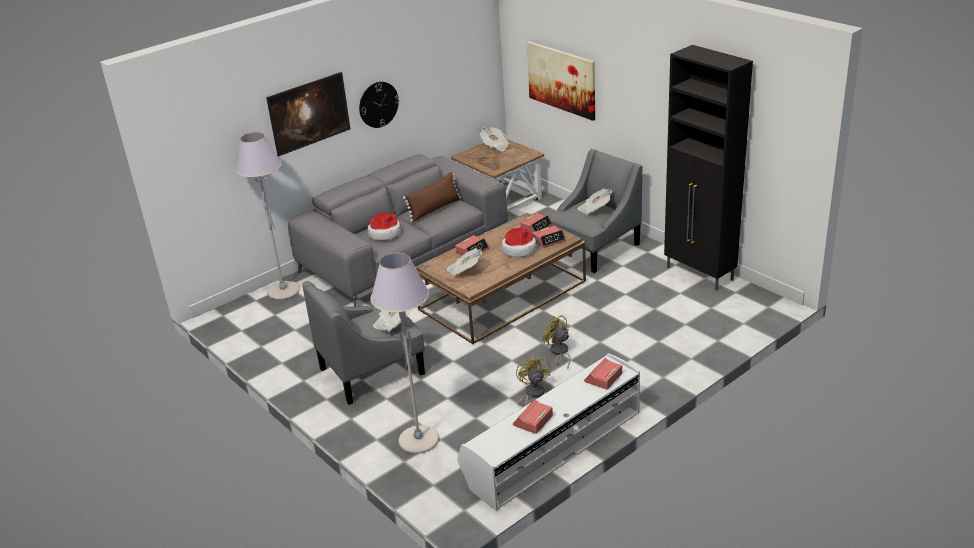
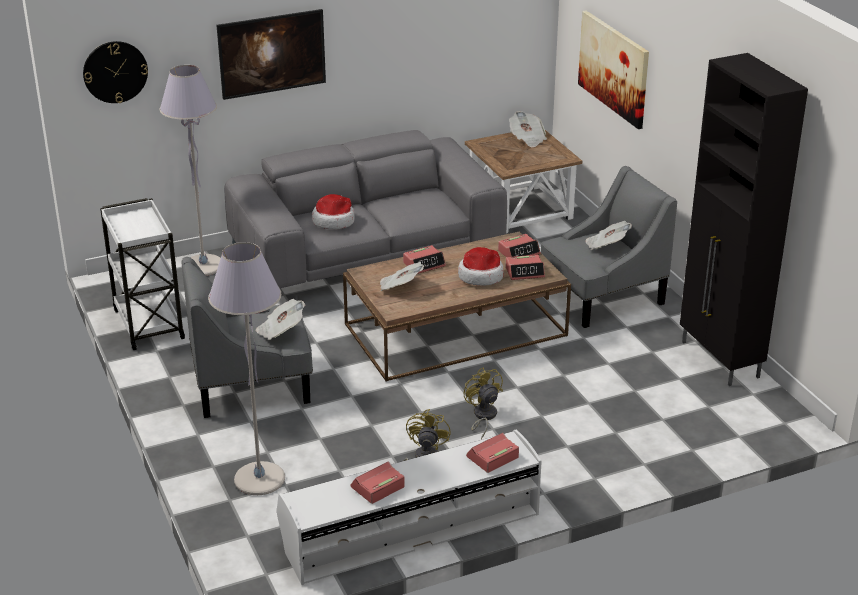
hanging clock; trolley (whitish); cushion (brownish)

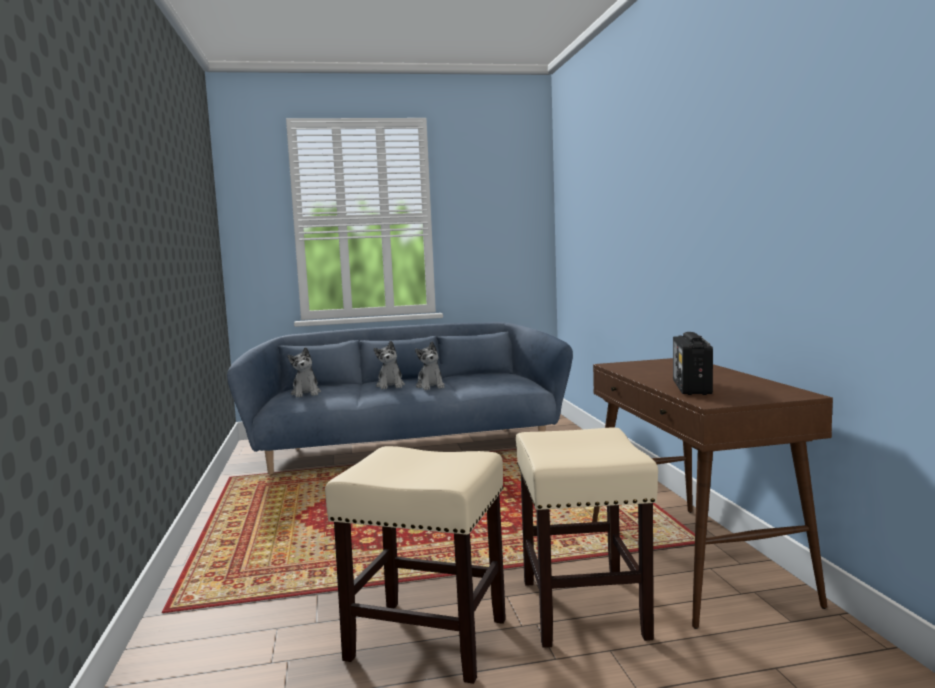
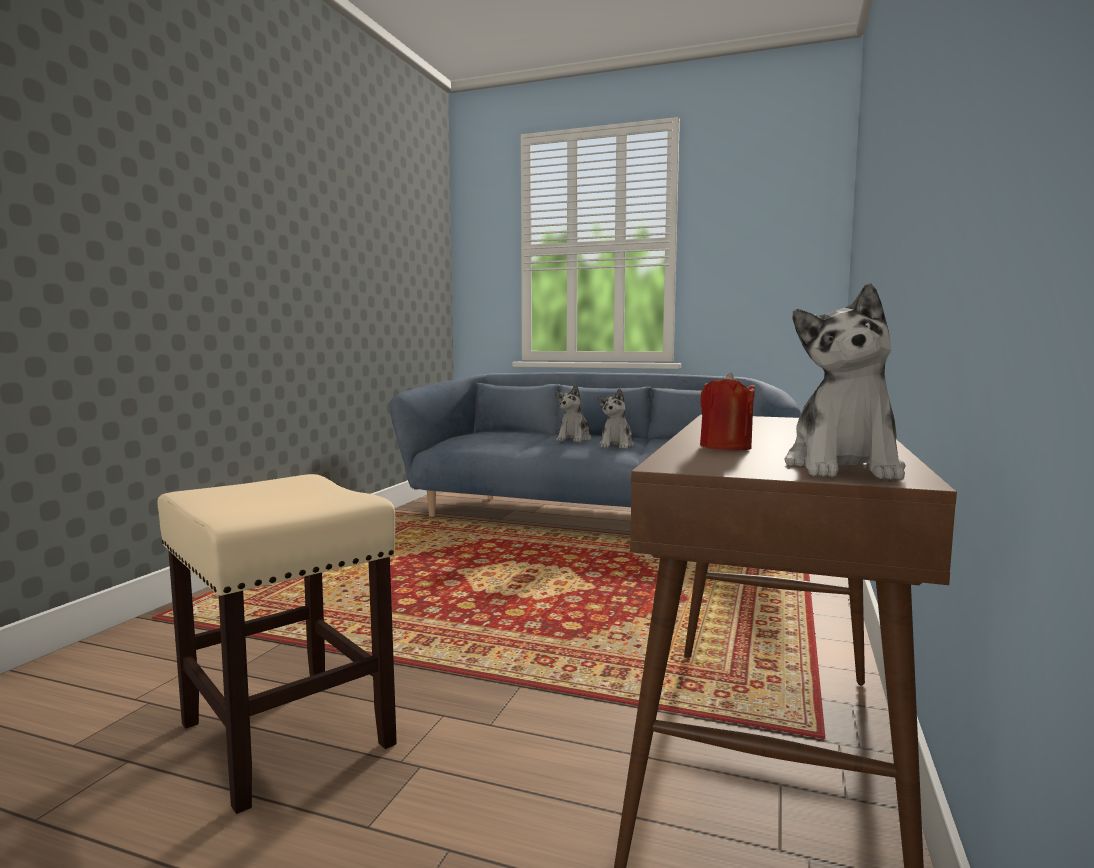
wax light (red-coloured); soft toy (no. 3 from left); sitting stool (beige) (no. 2 from left in the first image)

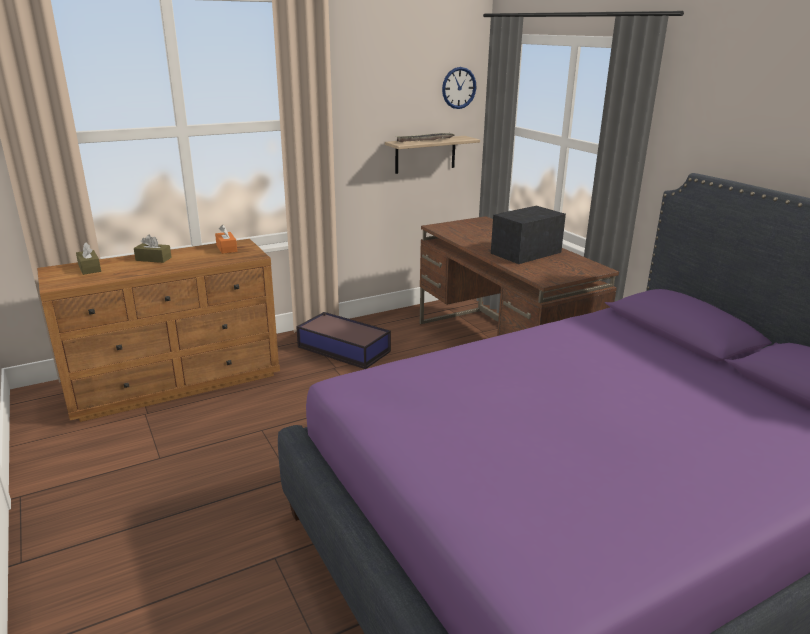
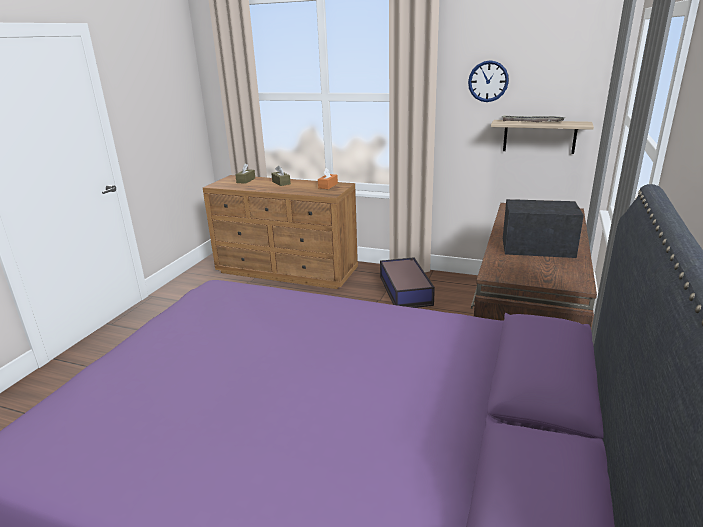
hanging clock

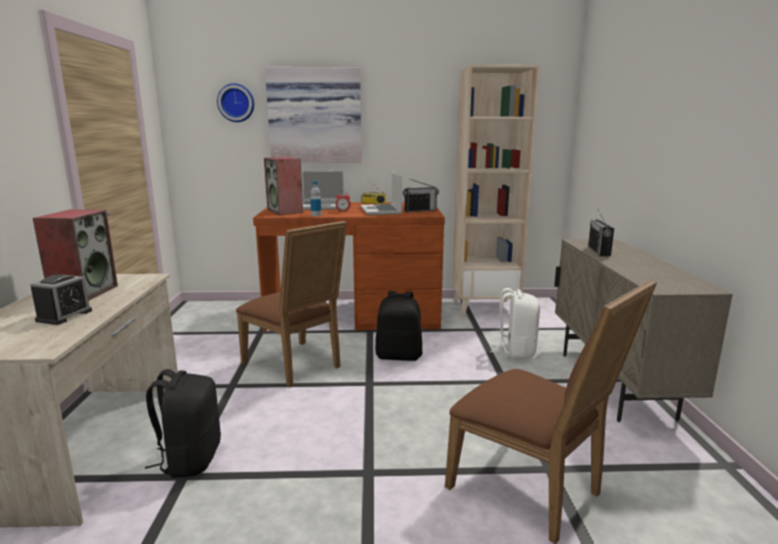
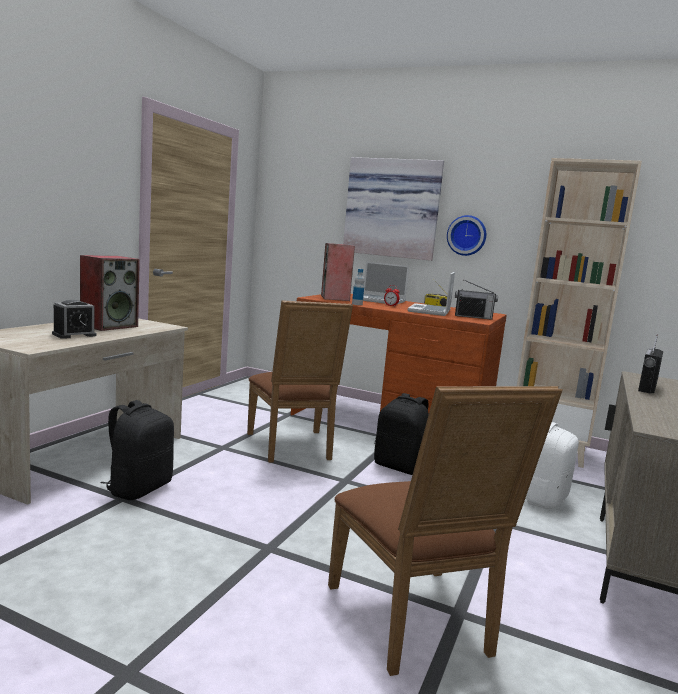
hanging clock

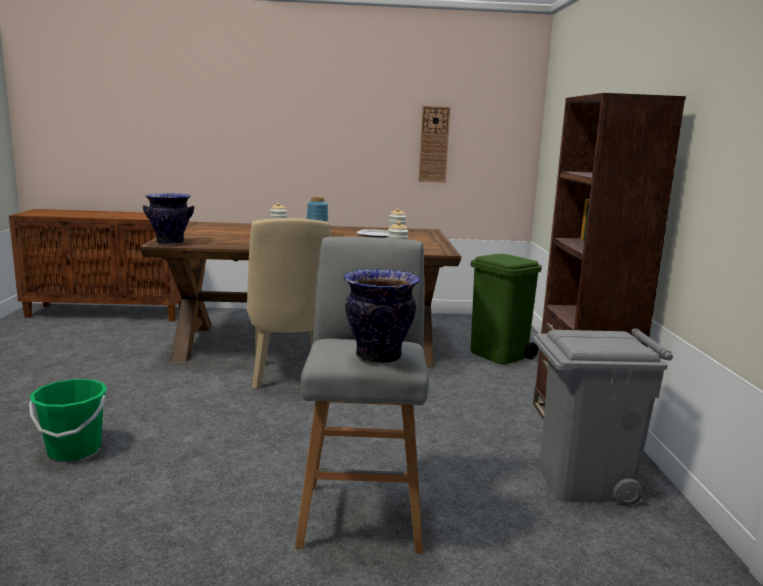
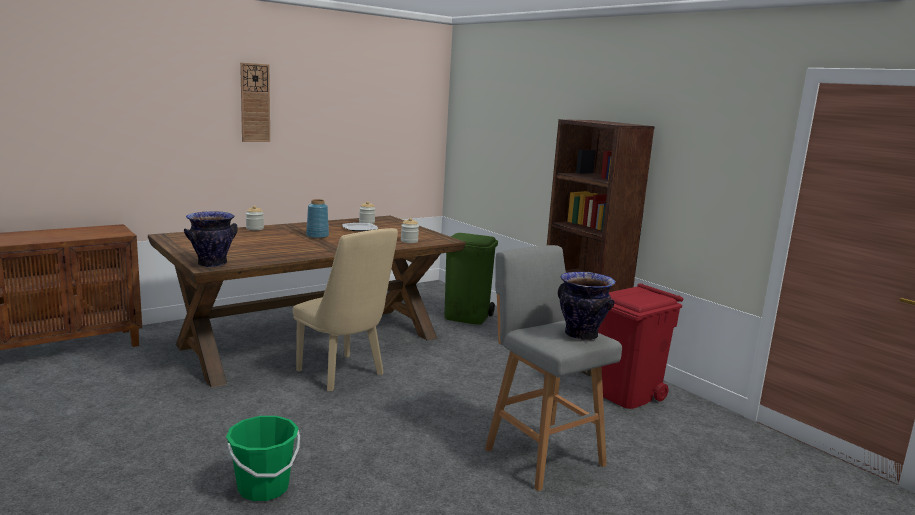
hanging clock; rubbish bin (red-coloured)

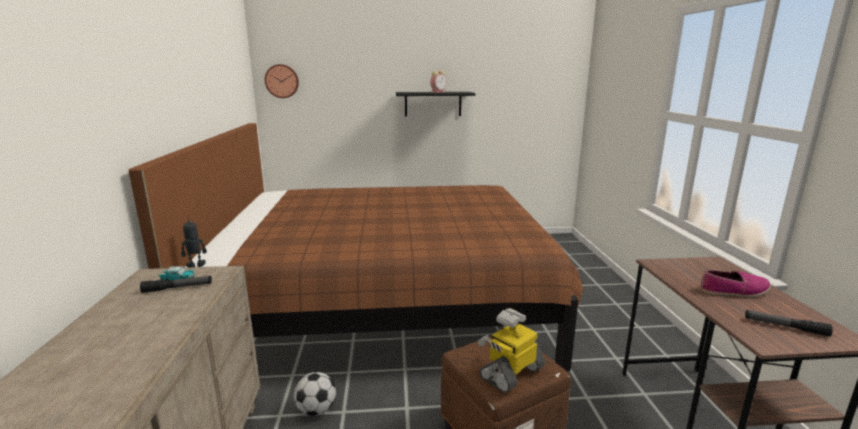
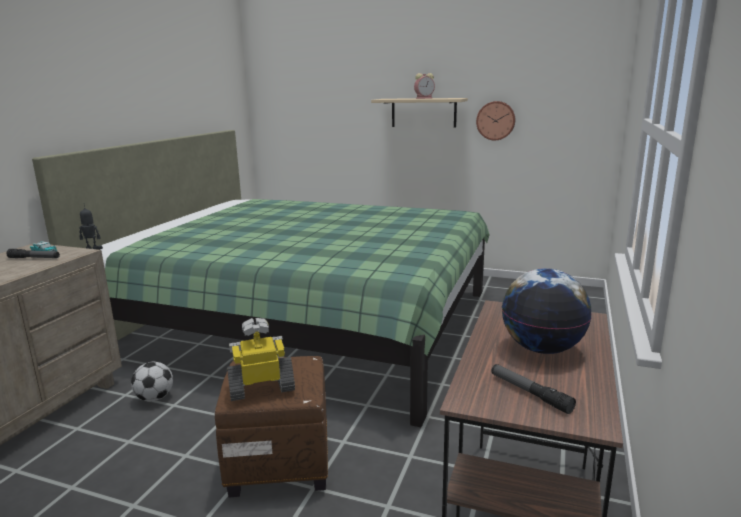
bed (greenish); shelf (beige); hanging clock; desk globe

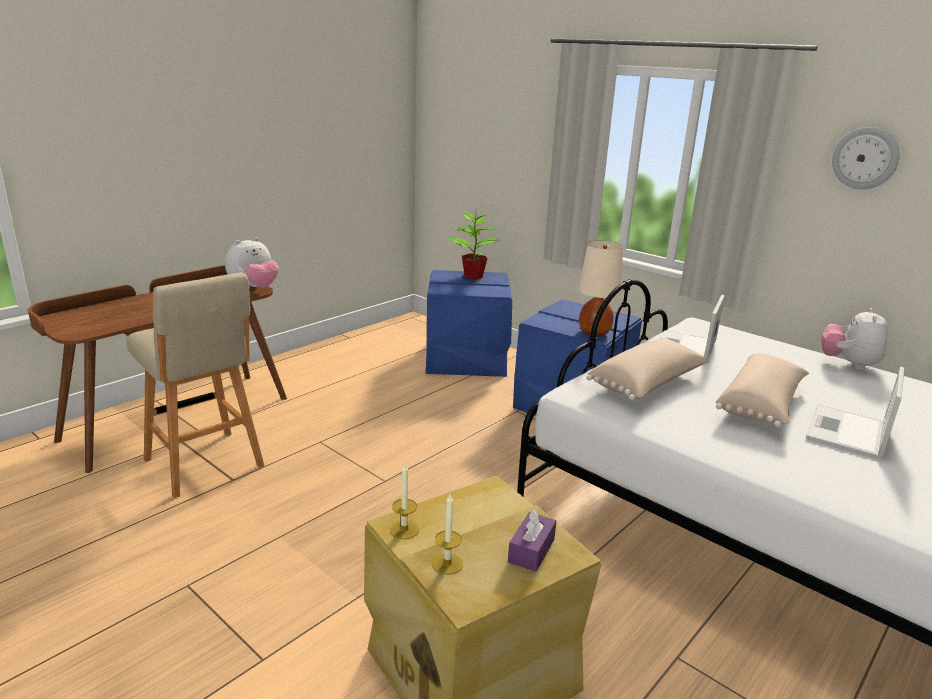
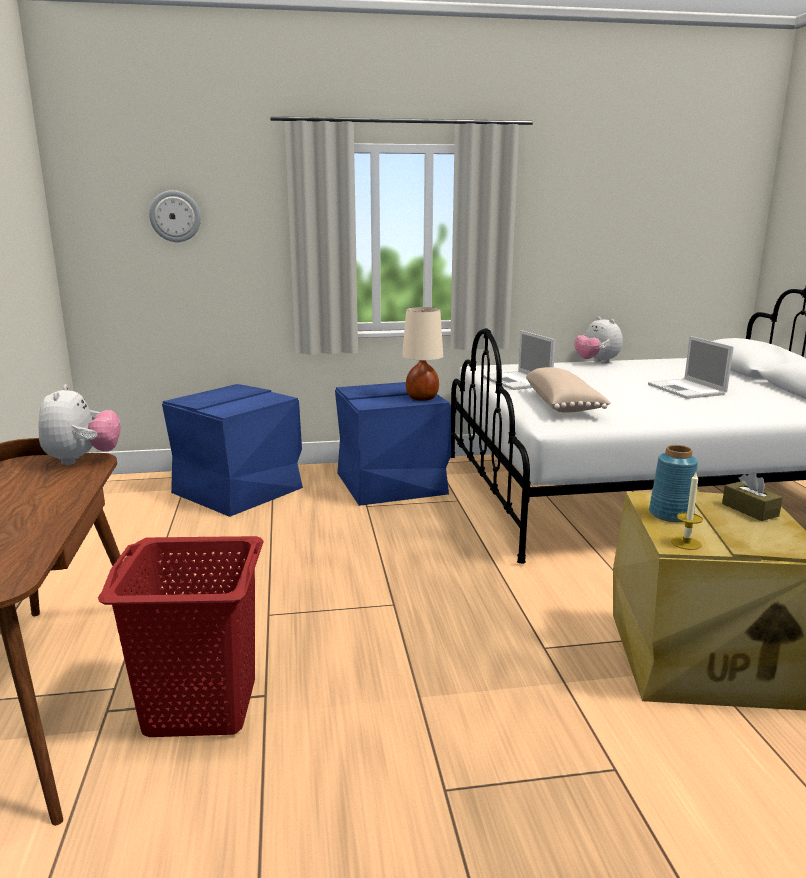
laundry basket (red-coloured); hanging clock; decorative vase (blue); box of tissues (brownish); wax light (no. 2 from left in the first image); potted plant; cushion (beige) (no. 2 from left in the first image)

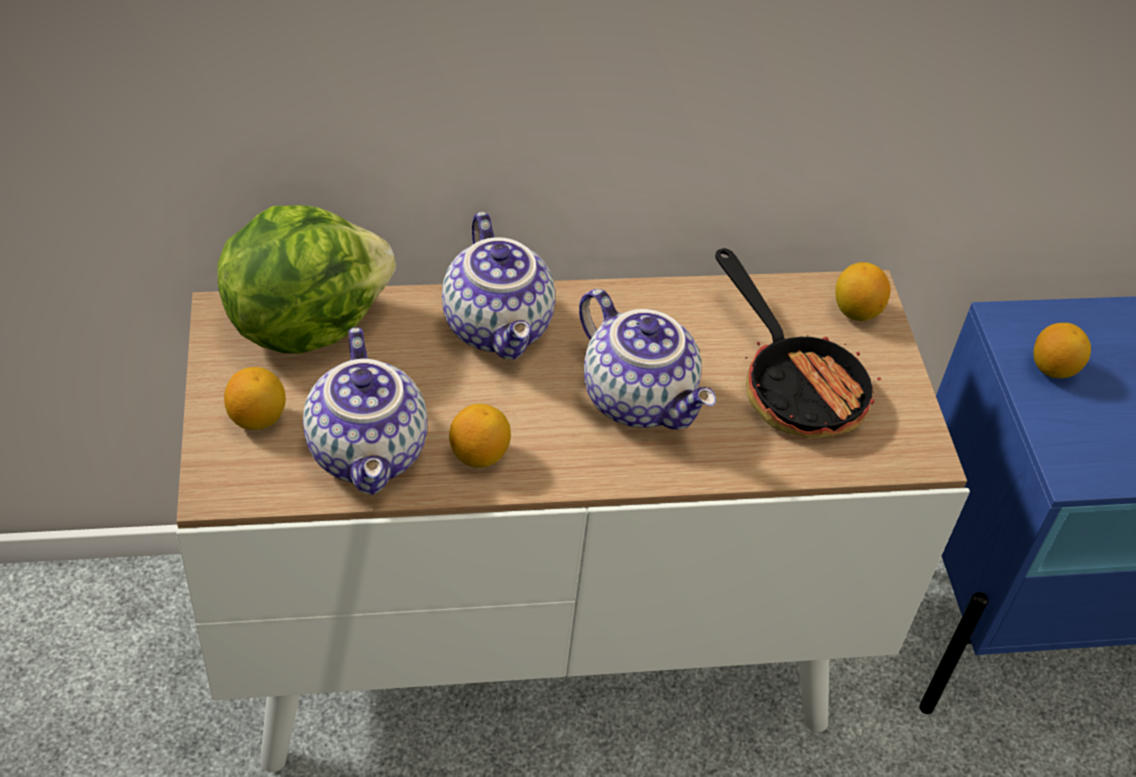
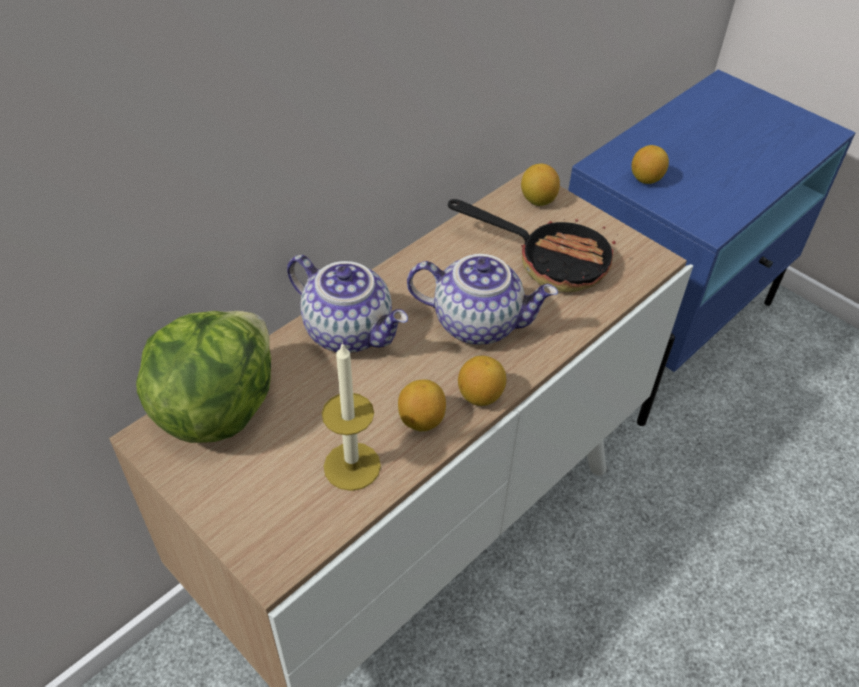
wax light; citrus fruit (no. 2 from left)

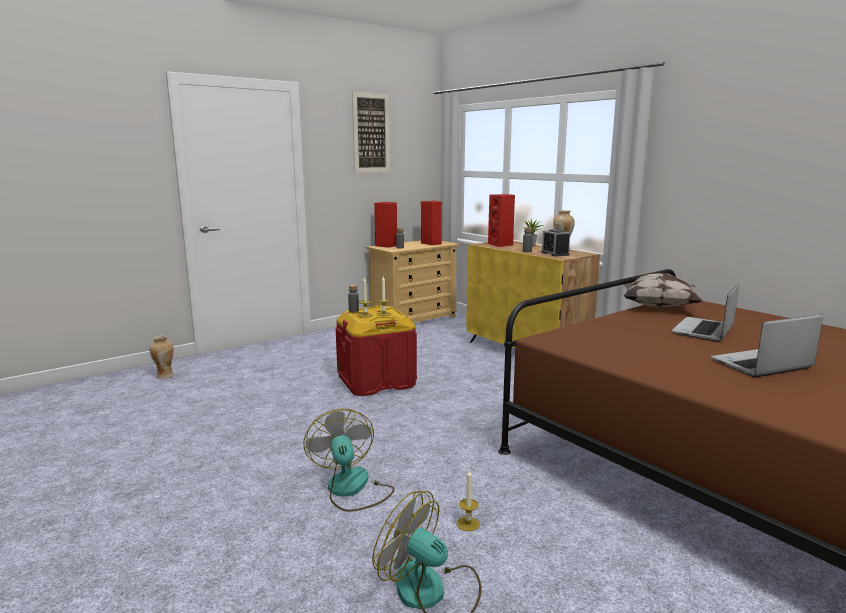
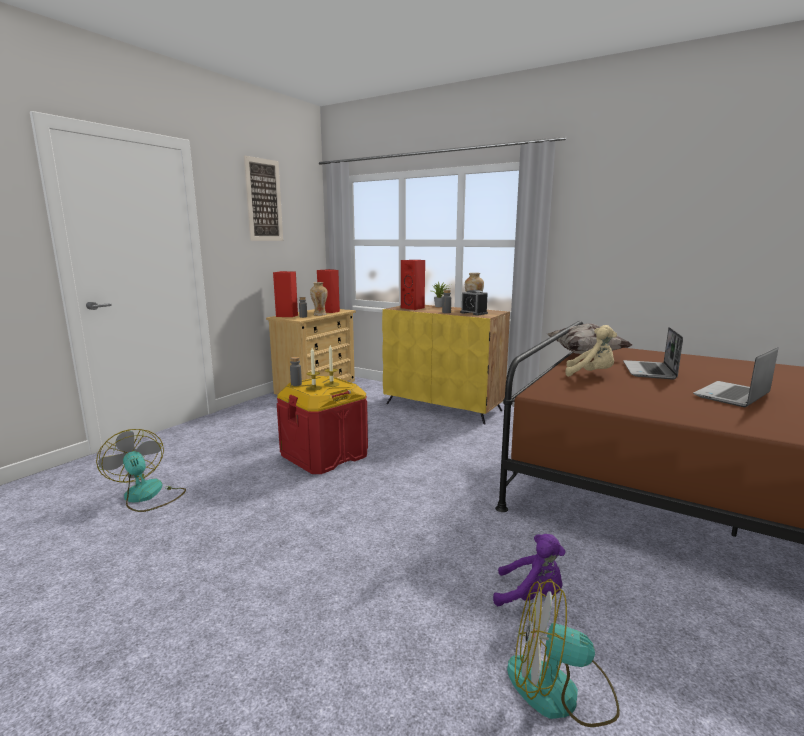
electric fan (no. 1 from left); decorative vase (no. 1 from left); soft toy (purplish); soft toy (beige)

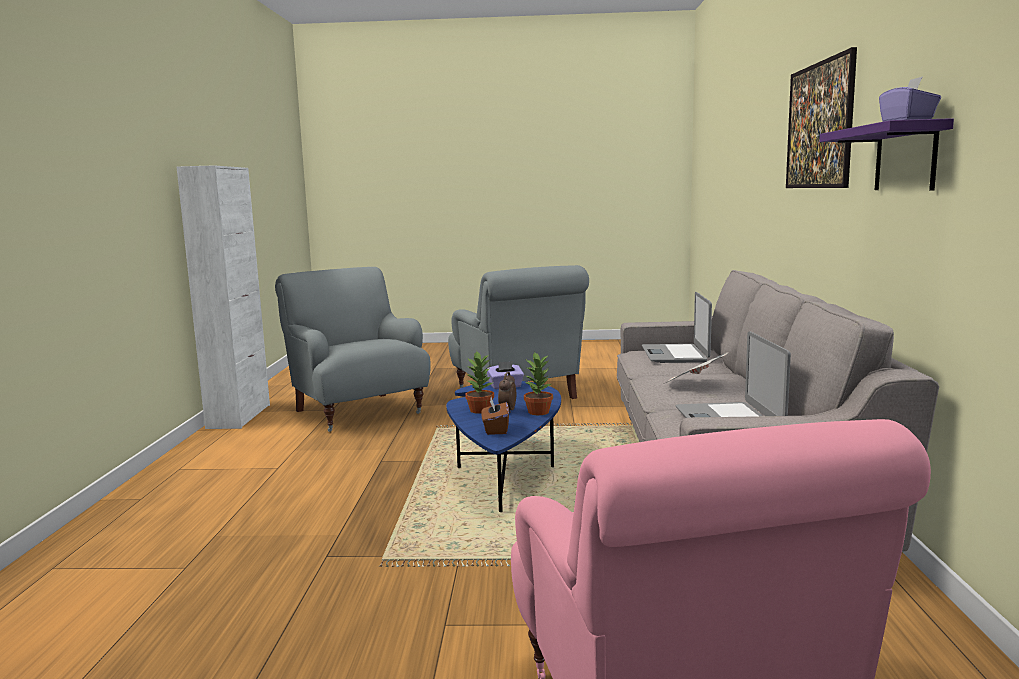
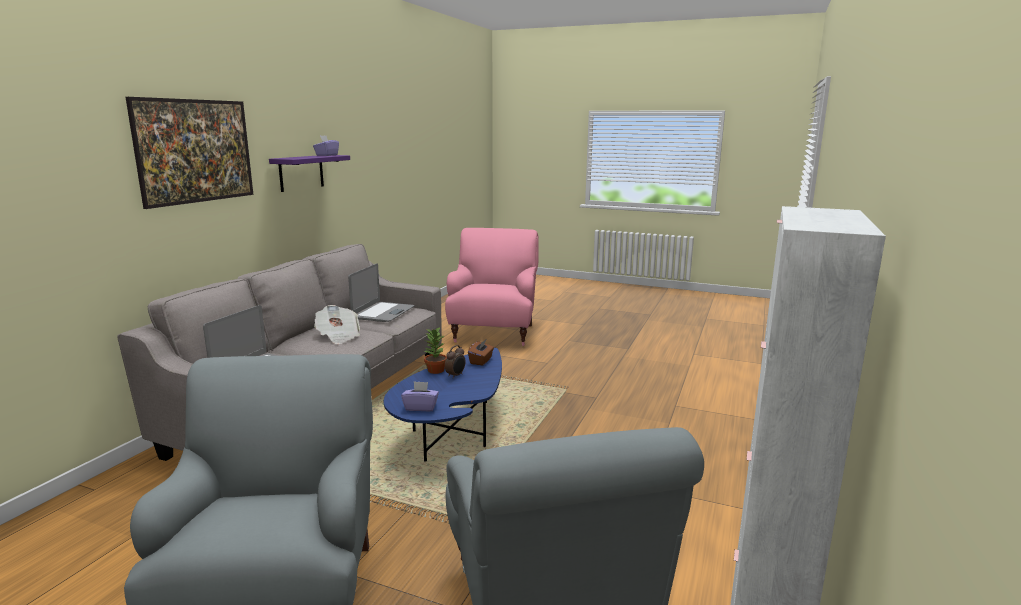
potted plant (no. 1 from left in the first image)

